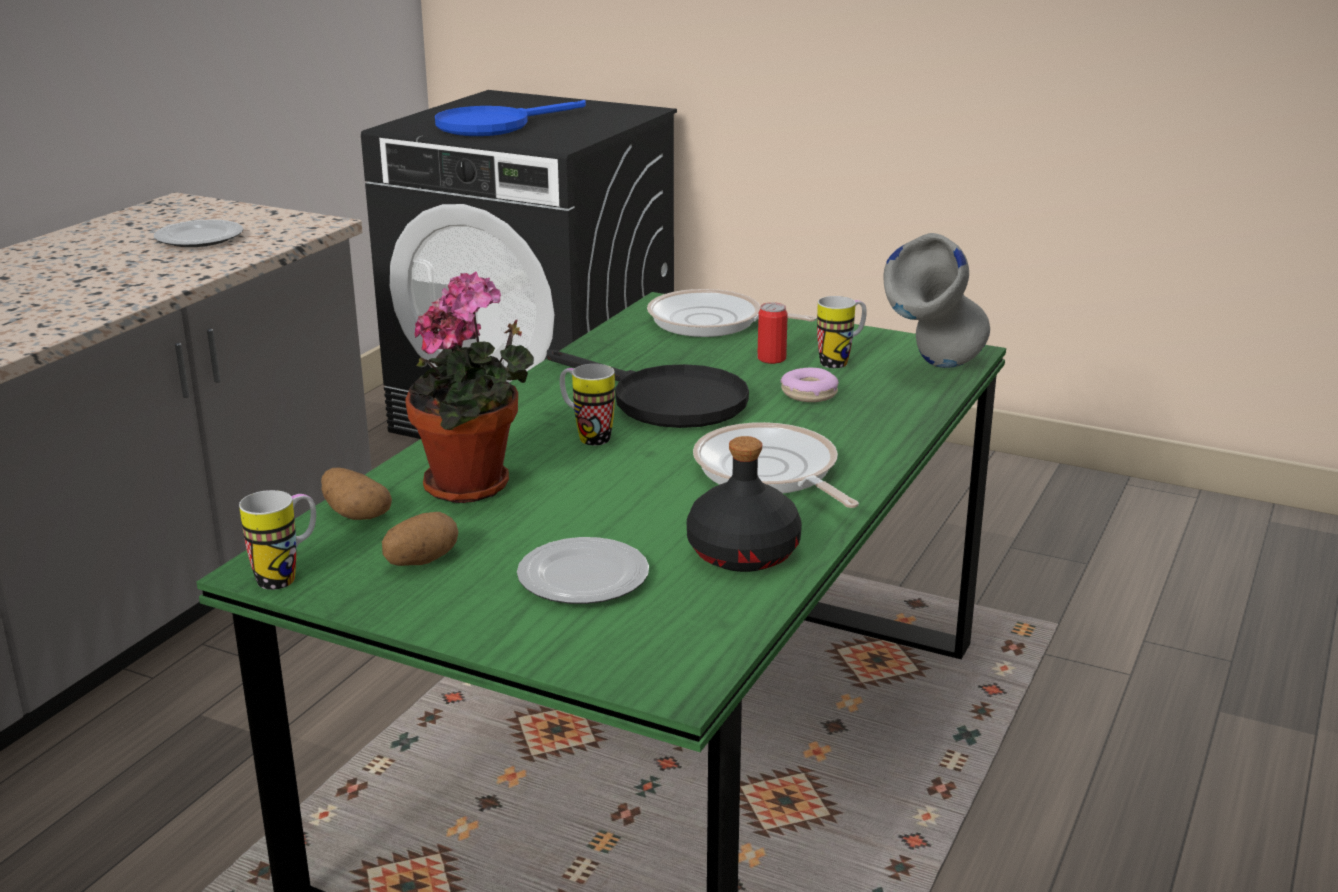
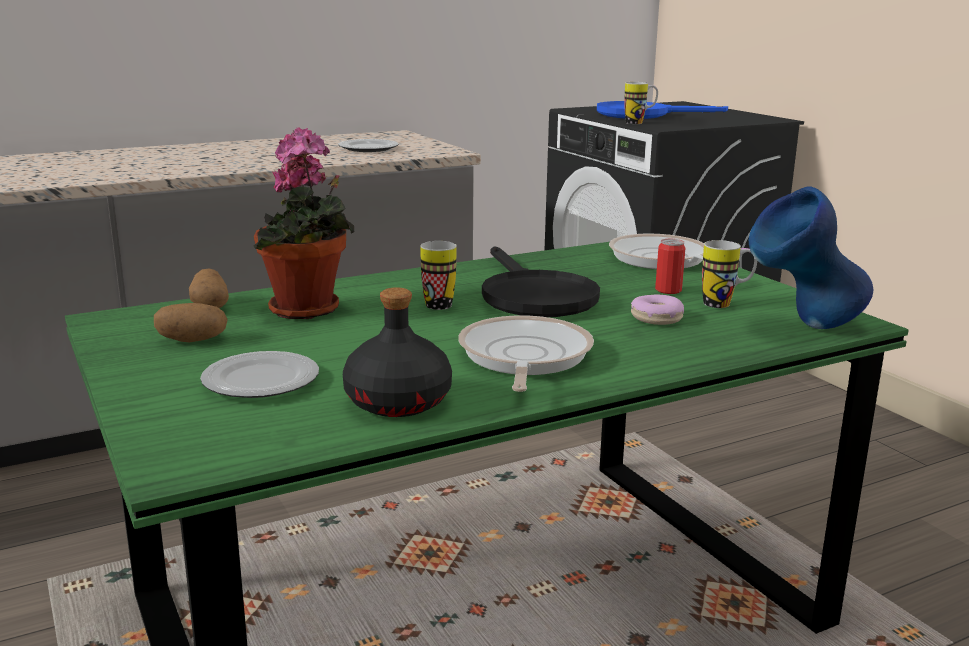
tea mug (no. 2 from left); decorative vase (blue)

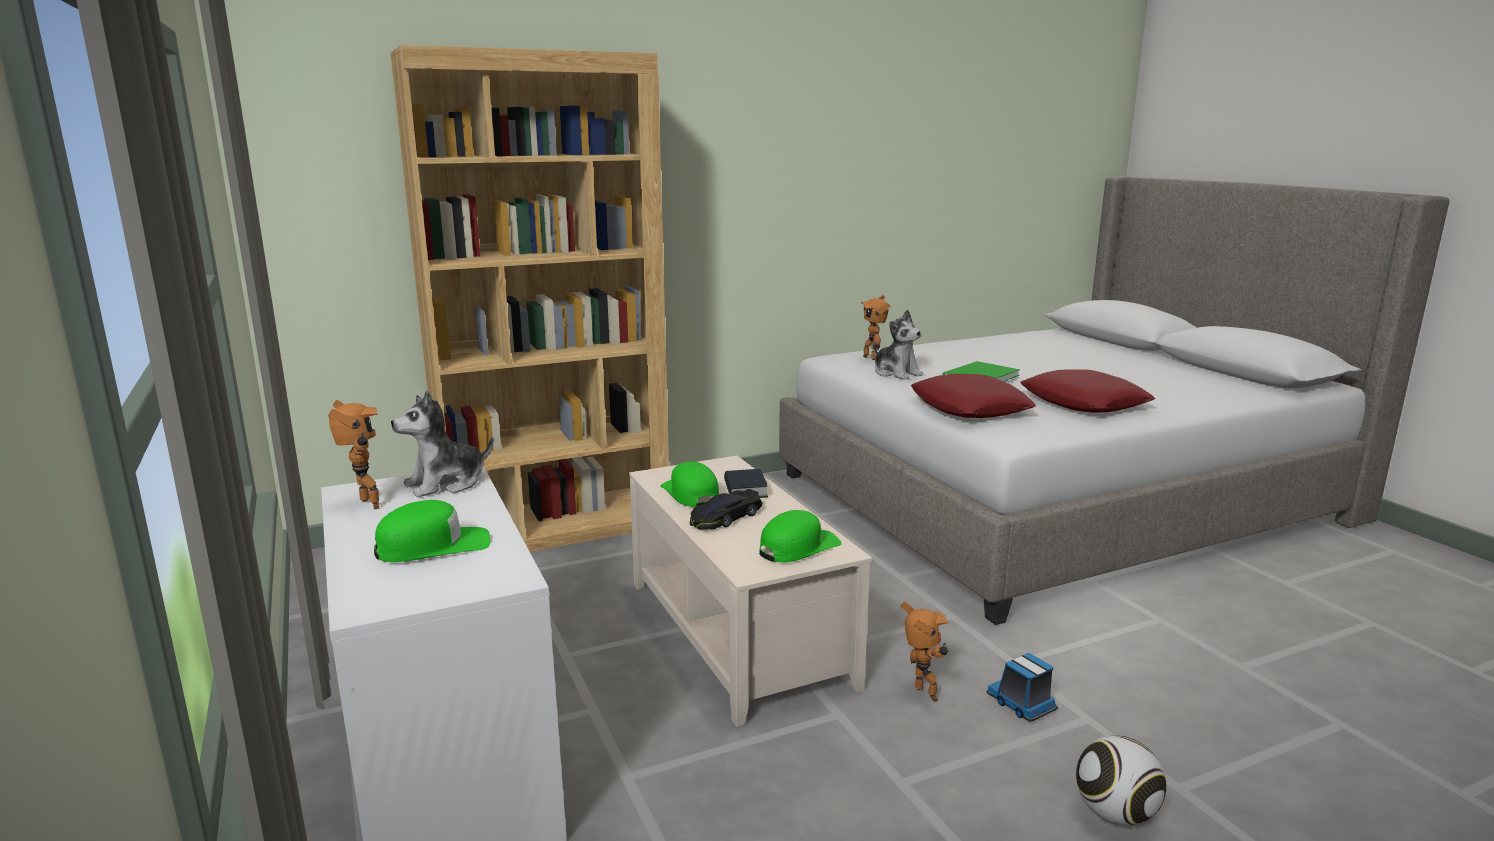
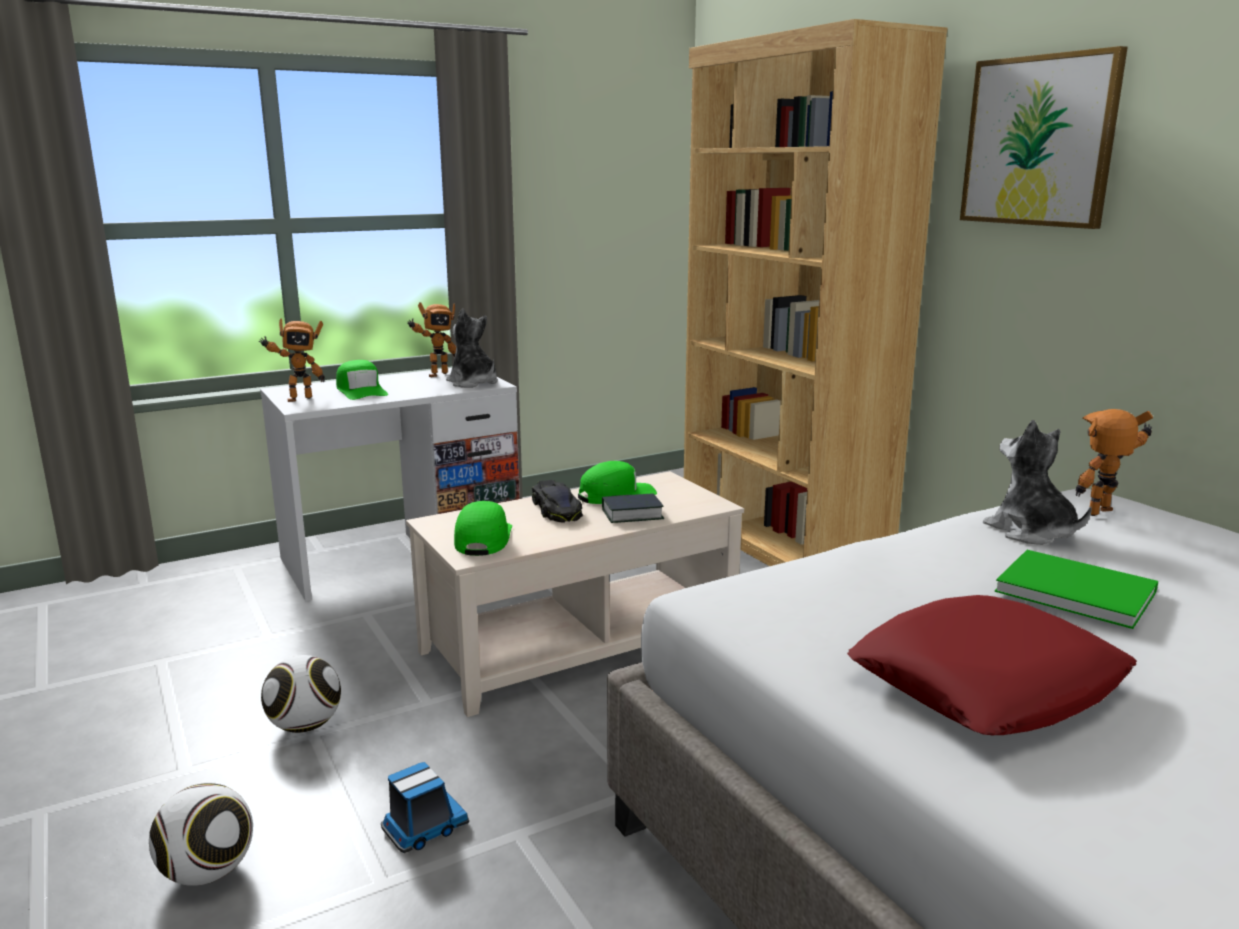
toy robot (no. 1 from left); ball for football (no. 2 from left); baseball cap (greenish) (no. 2 from left); miniature car (blackish); wall art; soft toy (no. 2 from left); cushion (red-coloured) (no. 1 from left in the first image)

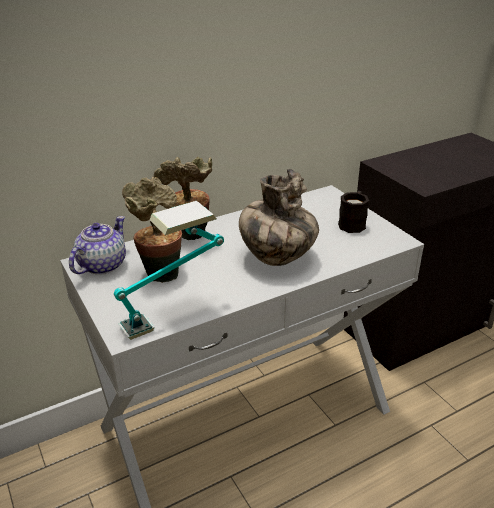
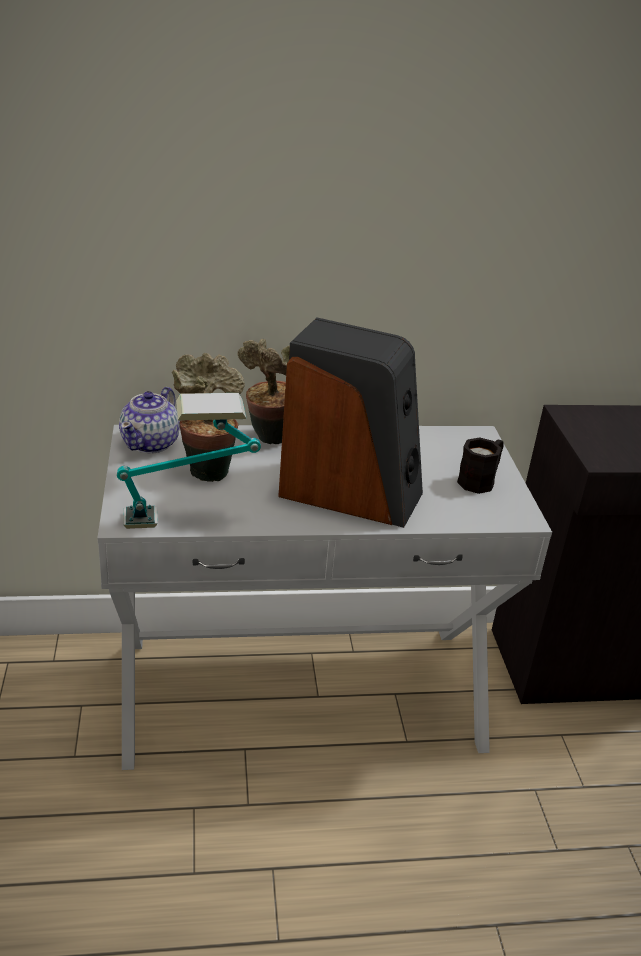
pot for tea; loudspeaker

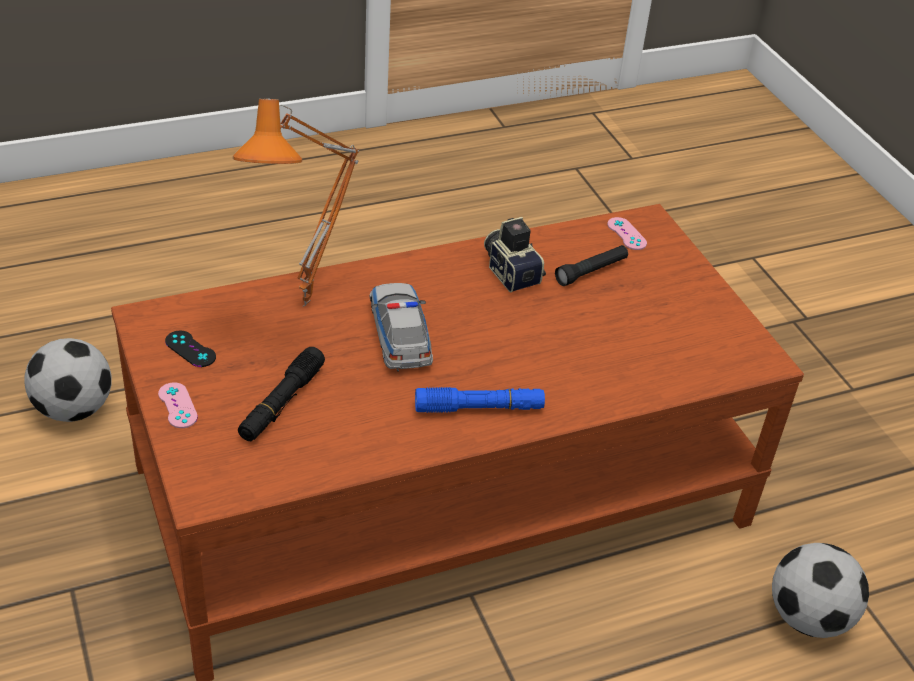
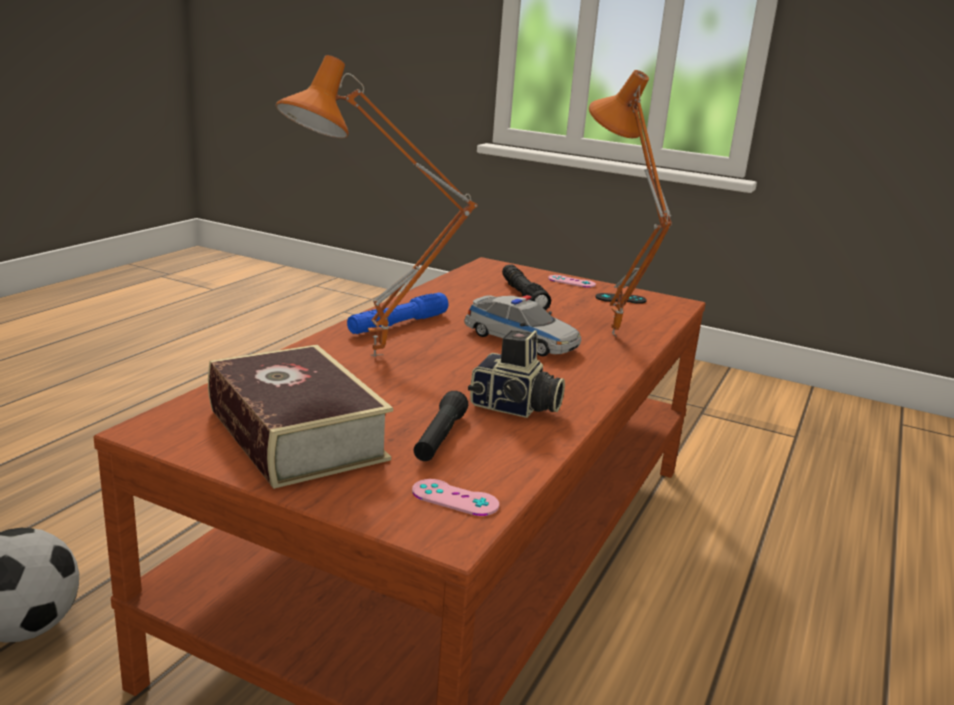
volume; tabletop lamp (orange) (no. 1 from left); ball for football (no. 1 from left in the first image)

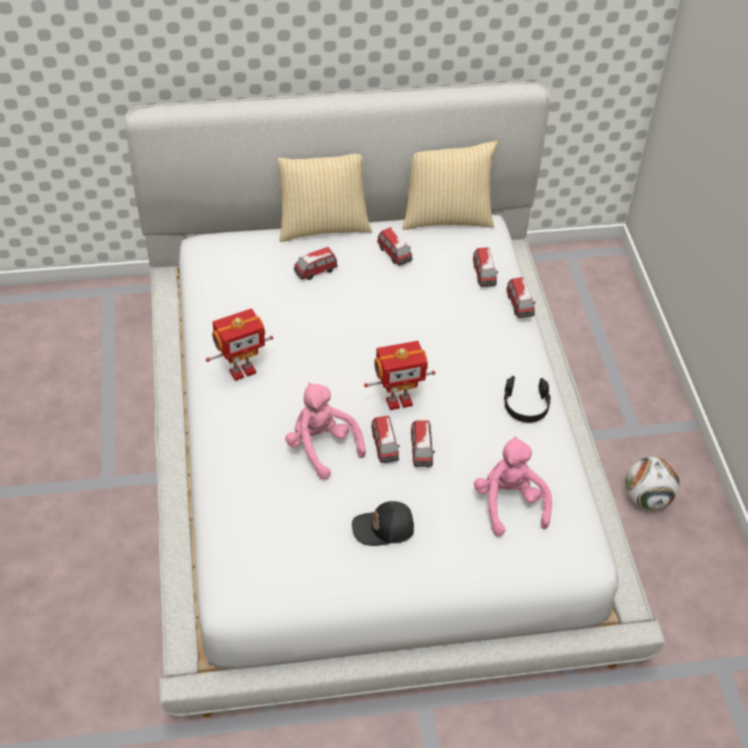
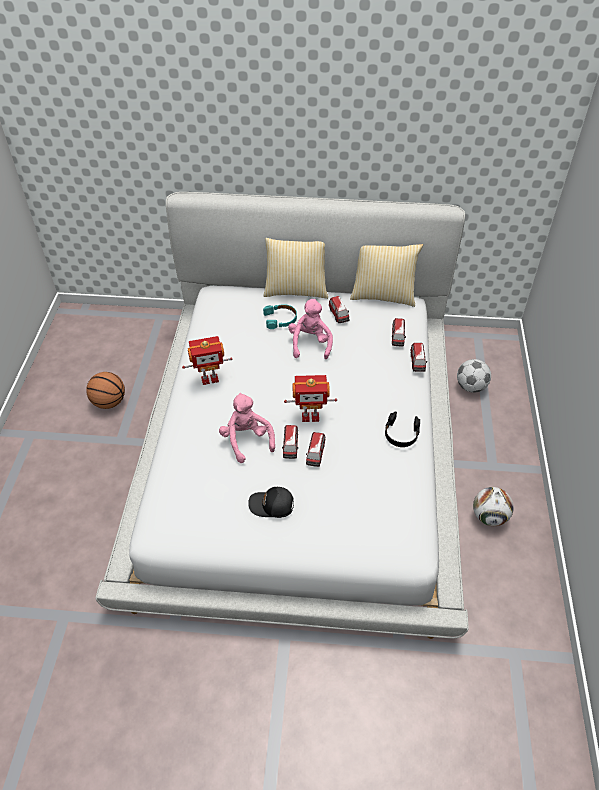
ball for basketball; headset (turquoise-coloured); soft toy (pink) (no. 2 from left); ball for football (no. 1 from left)

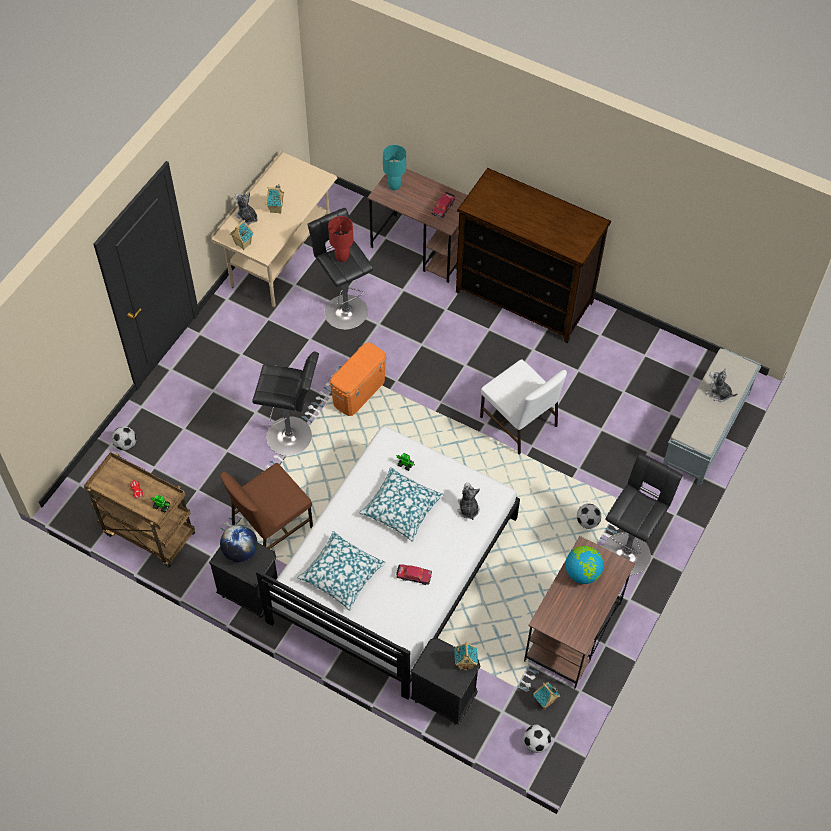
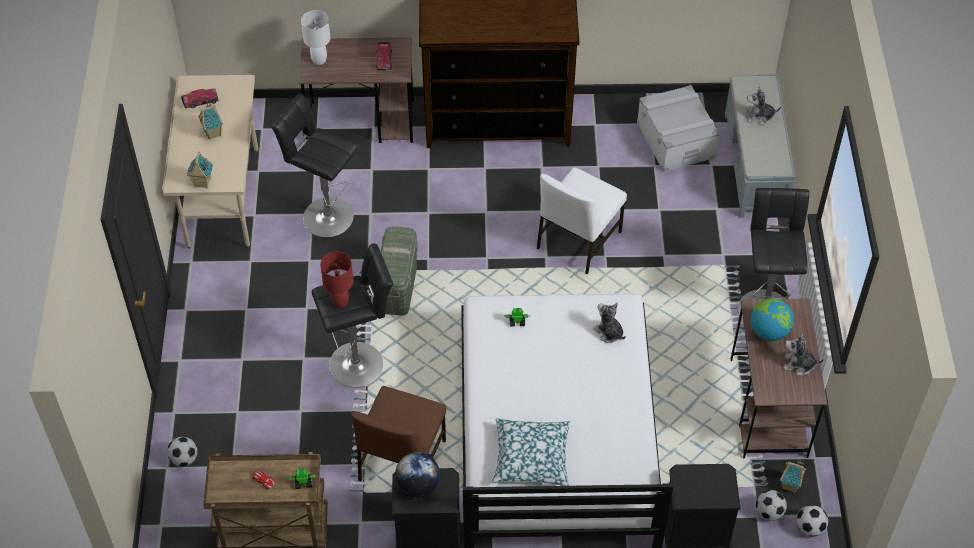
miniature car (no. 1 from left); tabletop lamp (whitish); tabletop lamp (red-coloured); storage container (greenish); upright chair (whitish); storage container (grey); ball for football (no. 2 from left); soft toy (no. 3 from left); cushion (no. 2 from left in the first image); model house (no. 3 from left in the first image)

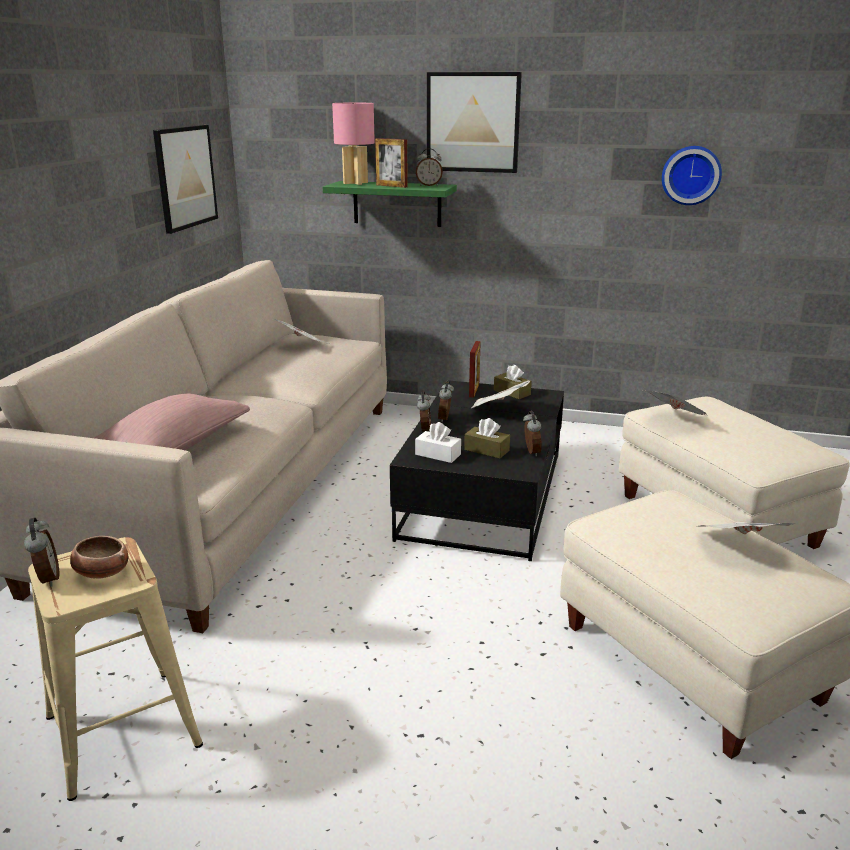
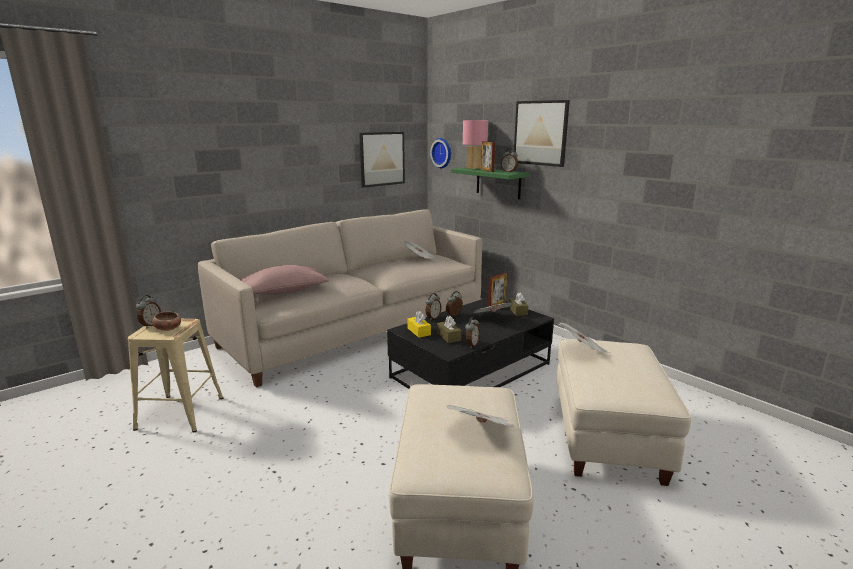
box of tissues (yellow-coloured); hanging clock

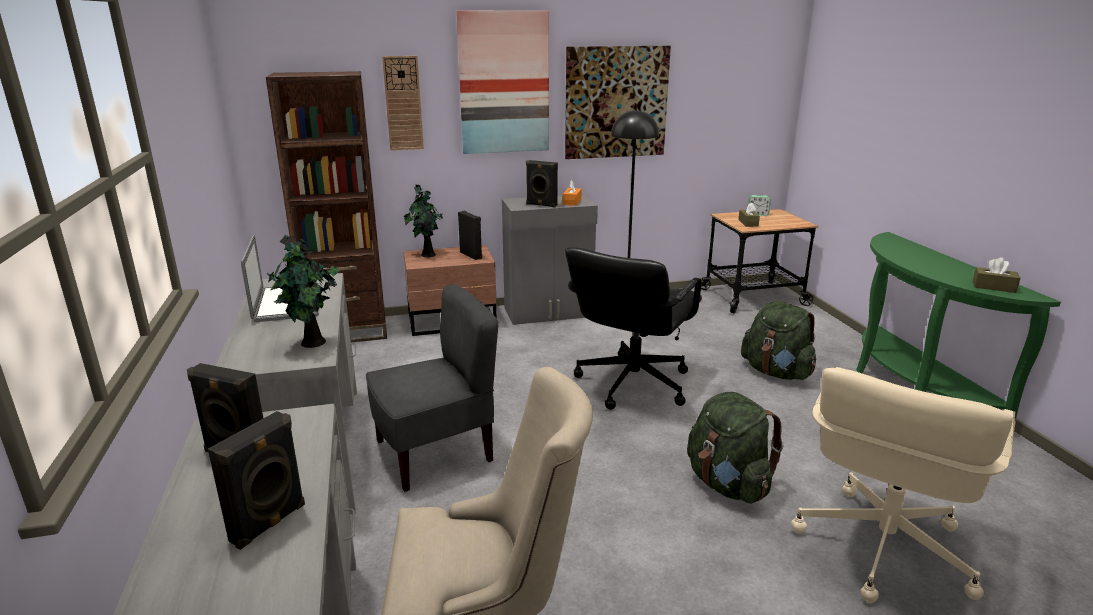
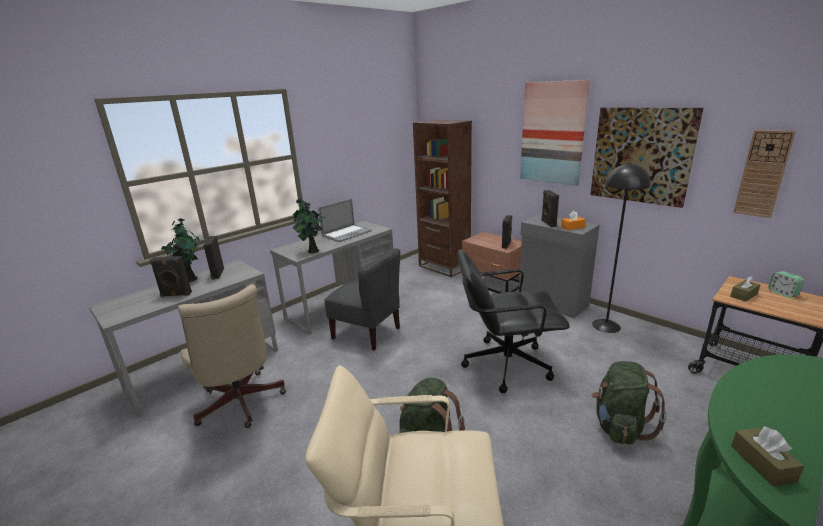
potted plant (no. 1 from left); hanging clock

